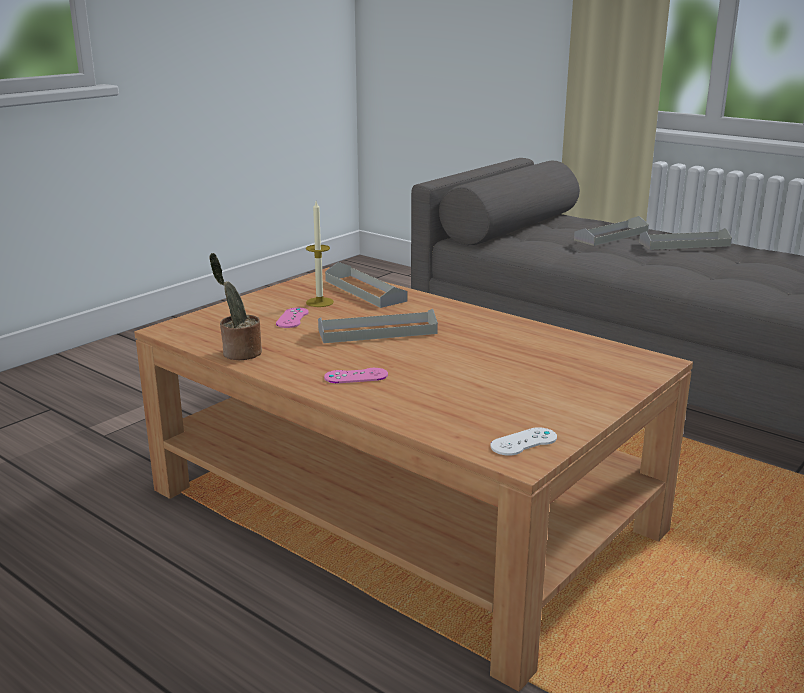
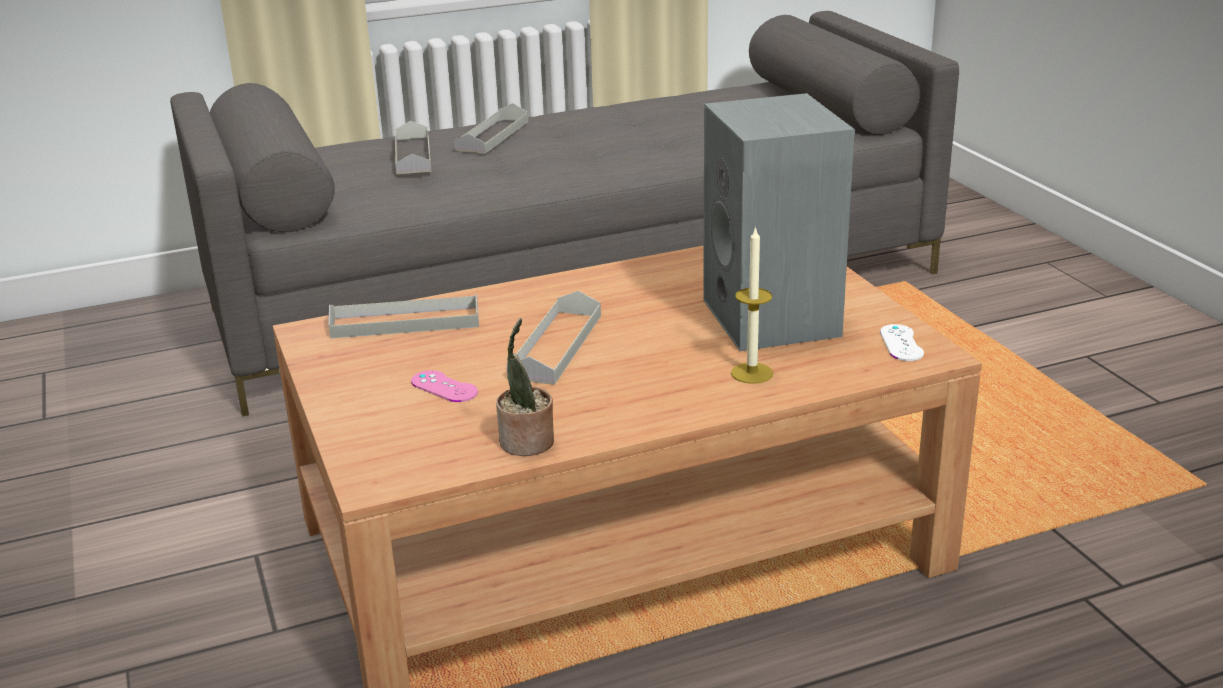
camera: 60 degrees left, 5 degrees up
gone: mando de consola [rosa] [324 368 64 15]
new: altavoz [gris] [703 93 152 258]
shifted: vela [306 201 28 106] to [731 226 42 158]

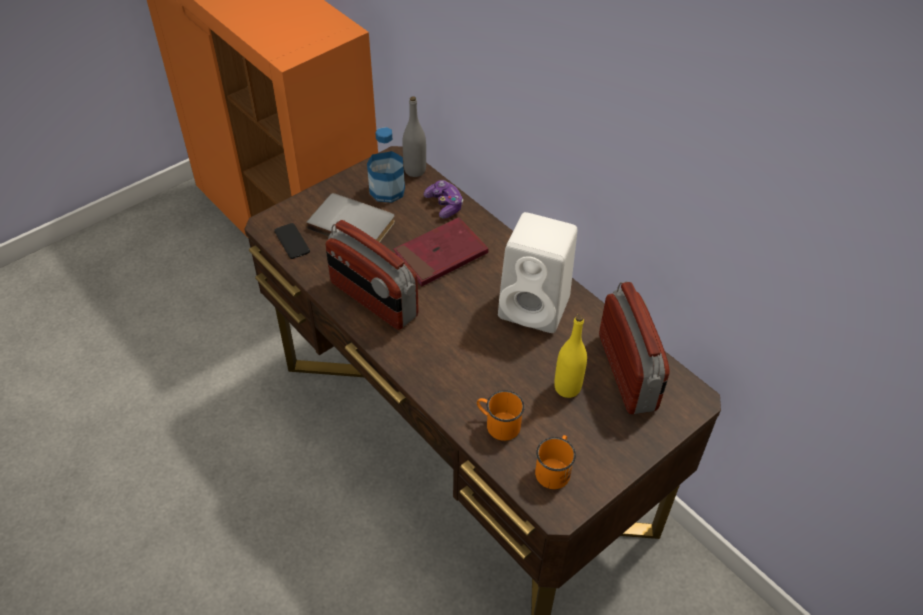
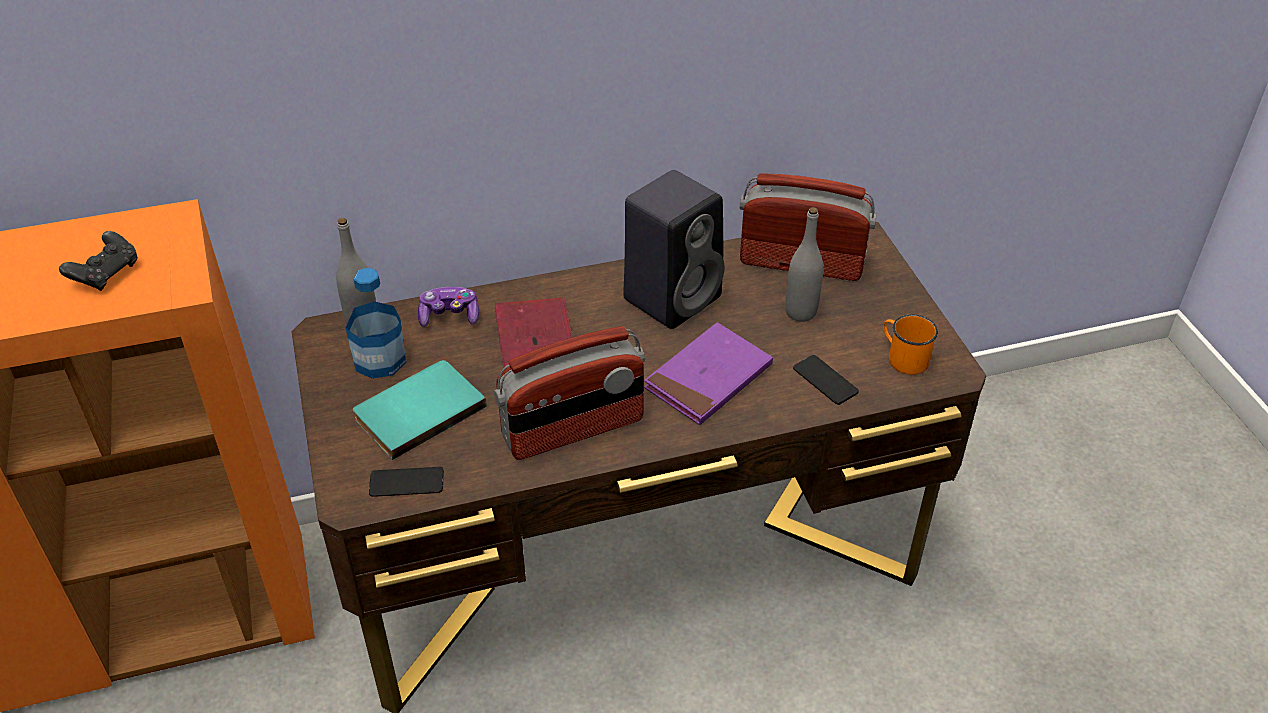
camera: 65 degrees left, 5 degrees down
new: mando de consola [negro] [59 231 78 60]; libro [morado] [644 322 129 103]
swapped: taza grande [naranja] [477 390 48 51] to móvil [793 355 66 50]
repainted: libro [gris] [306 193 89 49] to libro [turquesa] [353 360 134 100]; altavoz [blanco] [498 212 79 121] to altavoz [negro] [623 170 101 159]; botella [amarillo] [554 315 33 83] to botella [gris] [785 207 38 115]

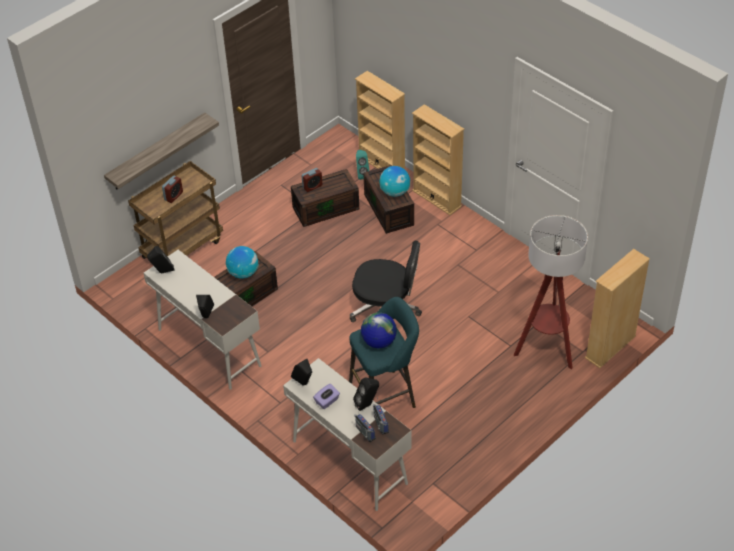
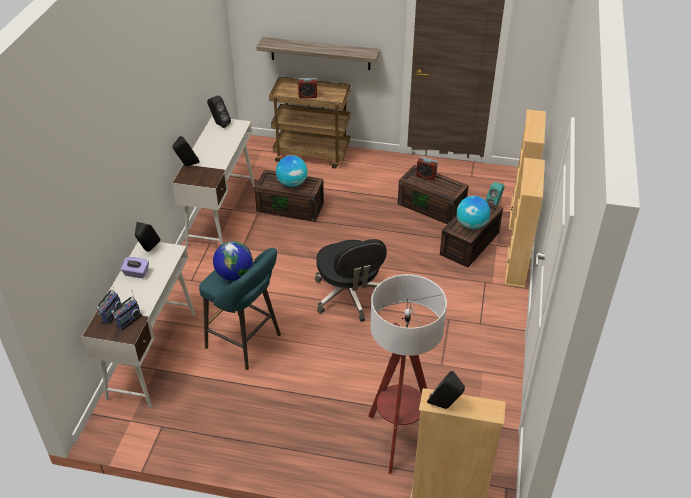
camera: 55 degrees right, 5 degrees down
shifted: altavoz [negro] [353 377 26 34] to [427 371 38 38]

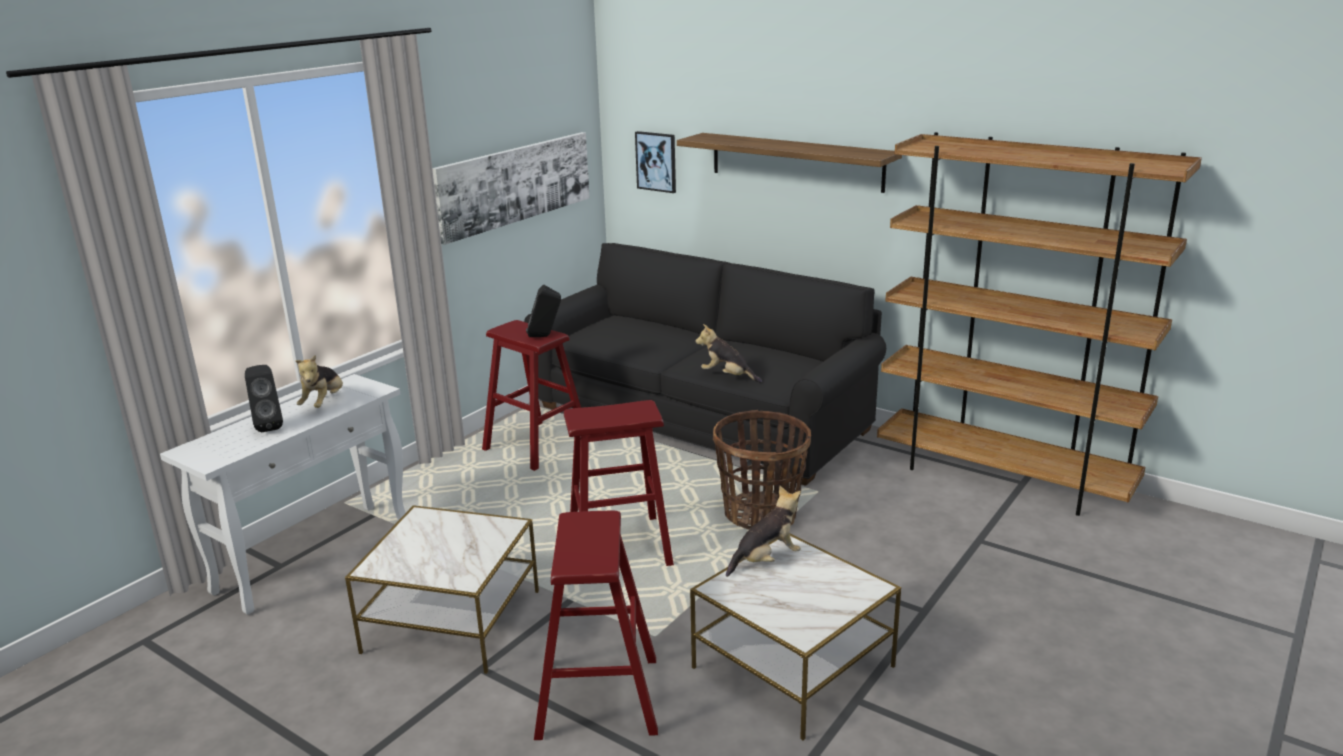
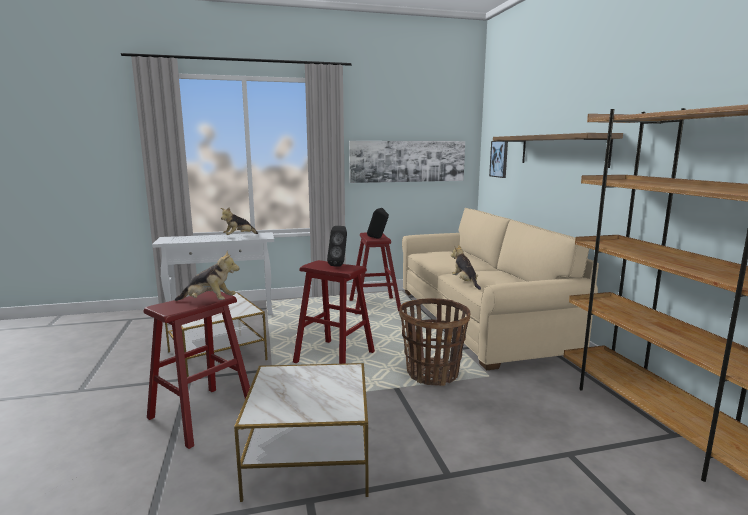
camera: 40 degrees right, 10 degrees down
shifted: altavoz [negro] [245 365 38 67] to [327 226 20 41]; peluche [726 486 75 91] to [175 251 65 50]
repainted: sofá [negro] [524 243 362 243] to sofá [beis] [402 208 197 162]

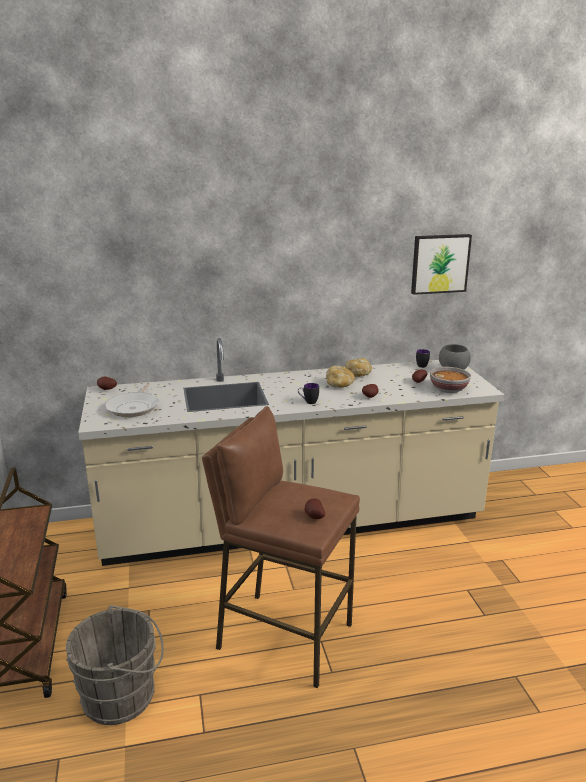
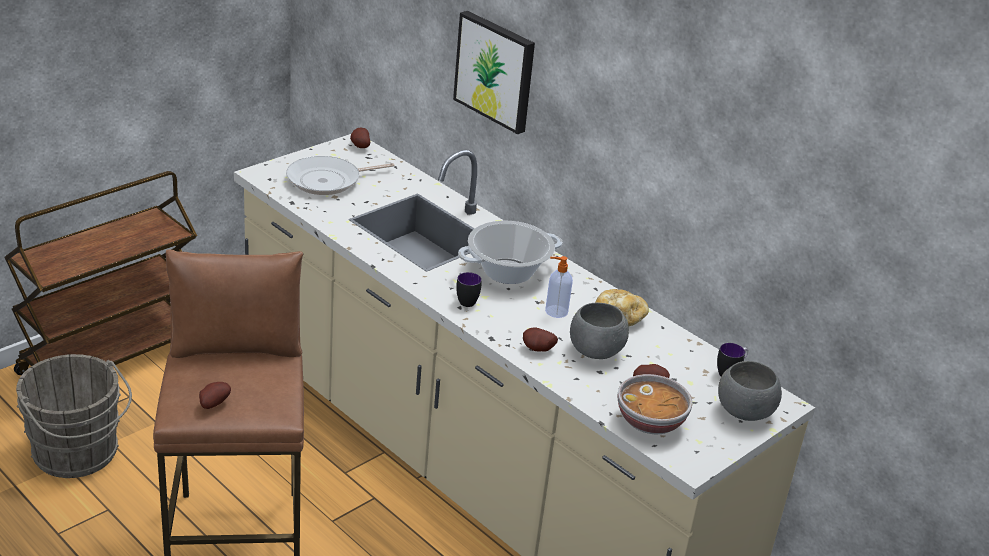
camera: 55 degrees right, 10 degrees up
new: olla [458 221 105 63]; cuenco [gris] [570 303 59 56]
shifted: cuadro [411 234 61 61] to [453 11 82 123]
swapped: pan [326 366 29 22] to dispensador de jabón [545 256 28 62]

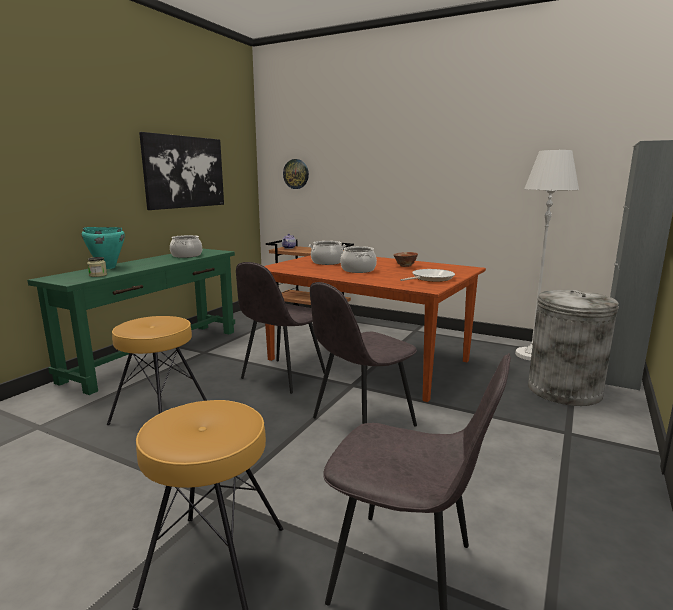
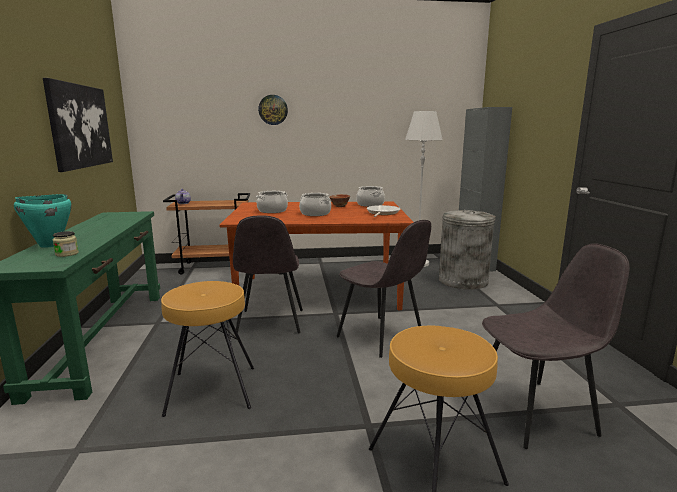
camera: 35 degrees left, 0 degrees up
shifted: olla [170 235 32 23] to [356 186 29 21]; reloj de pared [283 159 26 30] to [258 95 30 30]
rotated: silla [gris] [310 282 107 144] = [337 220 94 138] 60 degrees counterclockwise

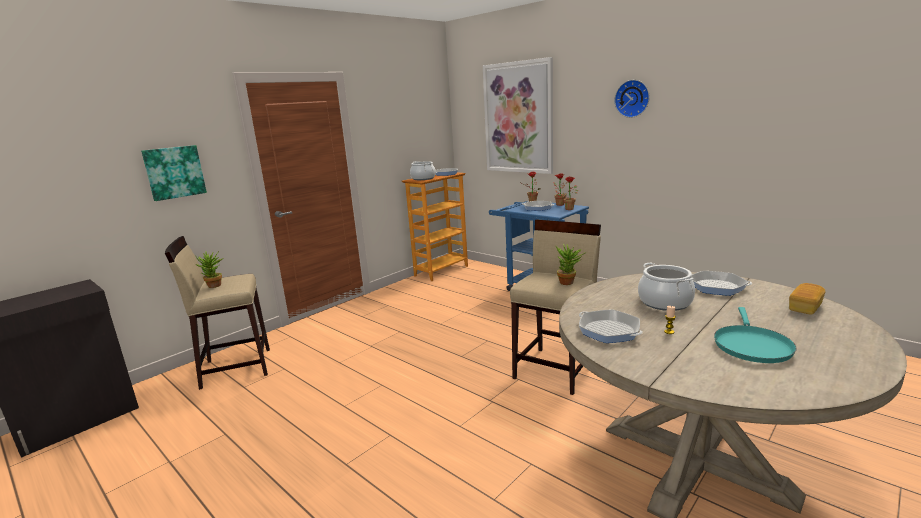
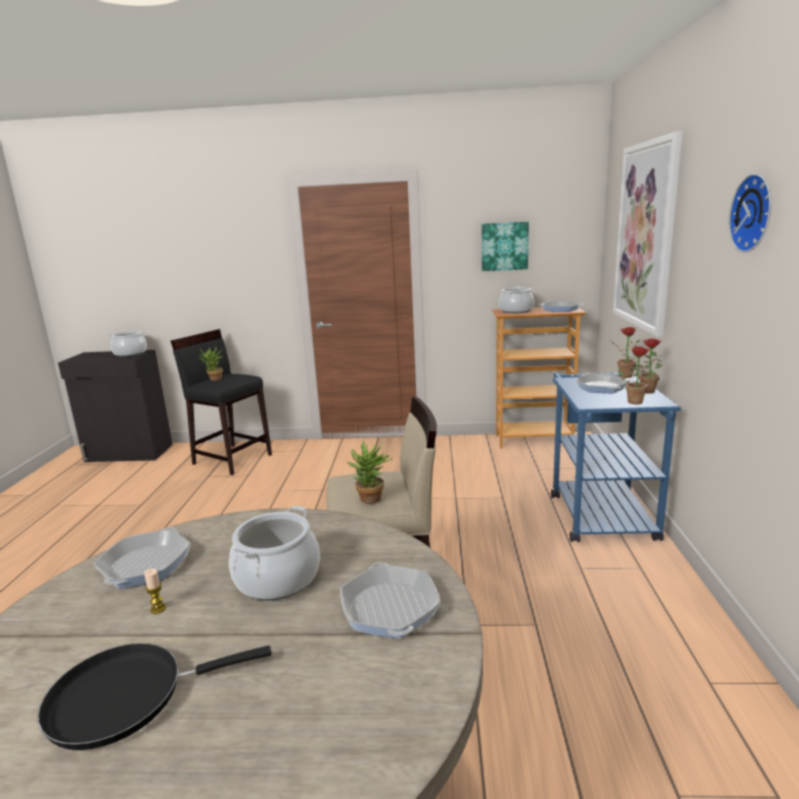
camera: 50 degrees right, 0 degrees up
gone: pan [789 283 37 32]
new: olla [107 331 40 26]
shifted: cuadro [141 145 66 56] to [482 222 47 49]
repainted: taburete [beis] [165 236 105 154] to taburete [negro] [171 329 101 146]; sartén [turquesa] [714 307 83 56] to sartén [negro] [37 643 234 107]

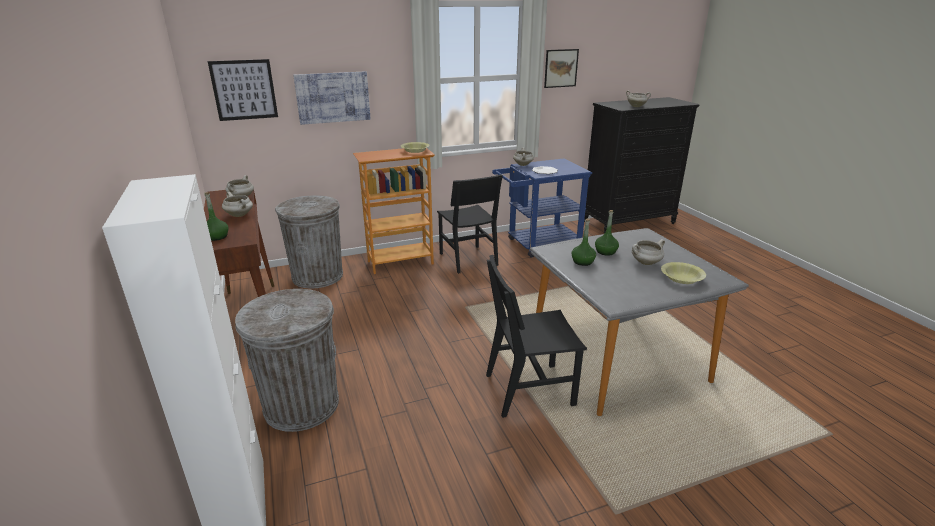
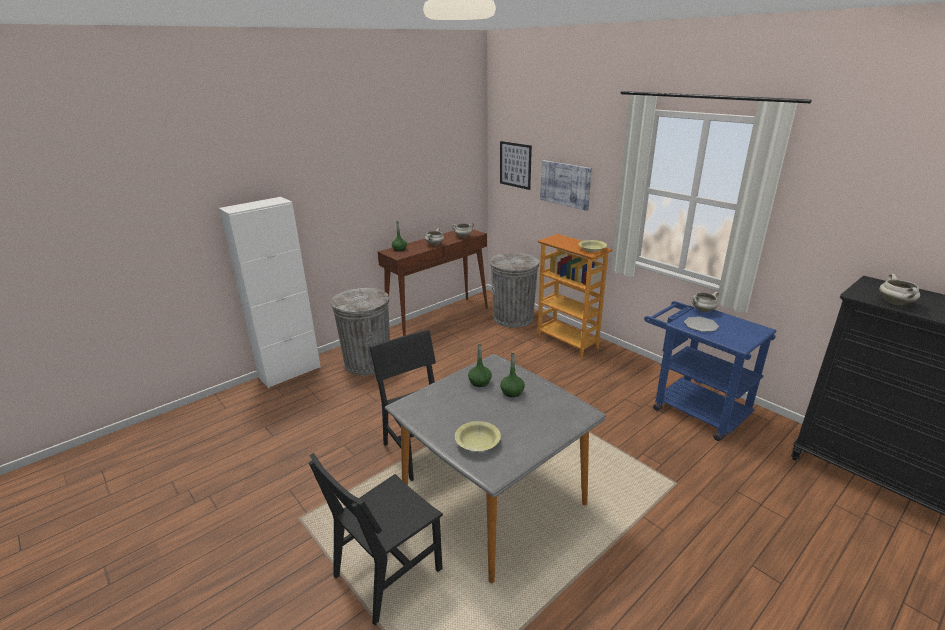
camera: 70 degrees right, 0 degrees up
gone: cuadro [544 49 35 39]; olla [blanco] [632 239 33 26]
shifted: silla [negro] [437 174 66 100] to [308 453 135 172]

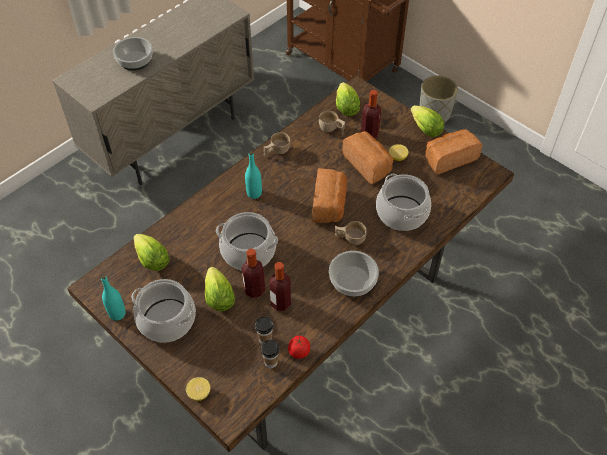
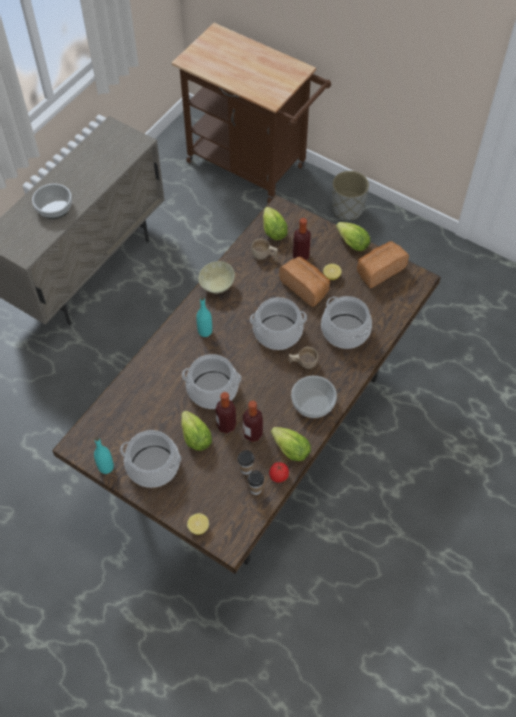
camera: 10 degrees left, 5 degrees up
shifted: lechuga [134 234 36 37] to [270 427 41 34]
swapped: taza [beis] [264 132 26 25] to cuenco [beis] [199 261 36 32]; pan [312 168 35 55] to olla [250 297 57 53]

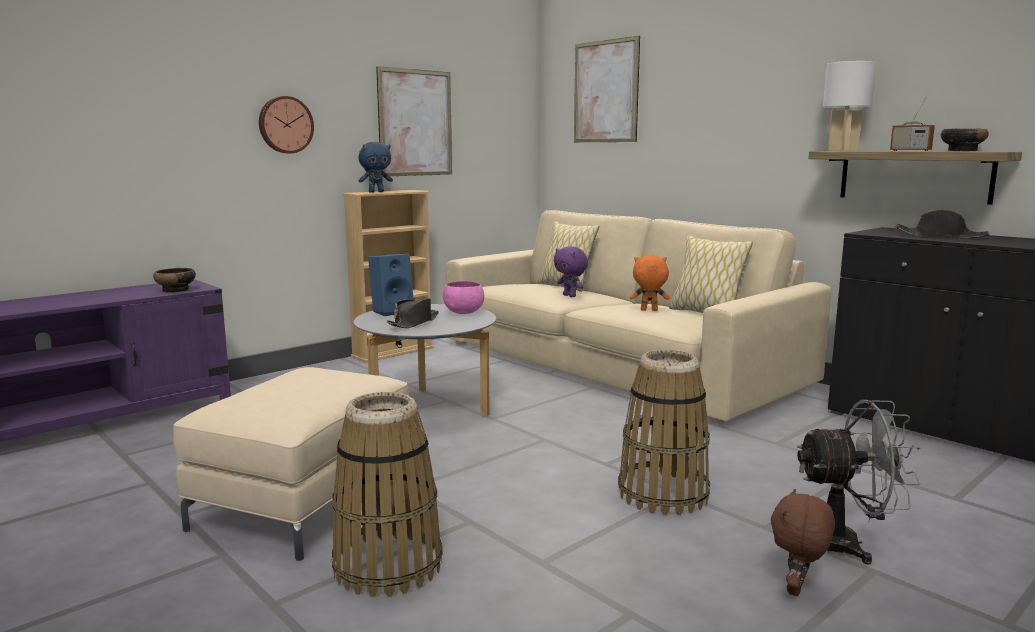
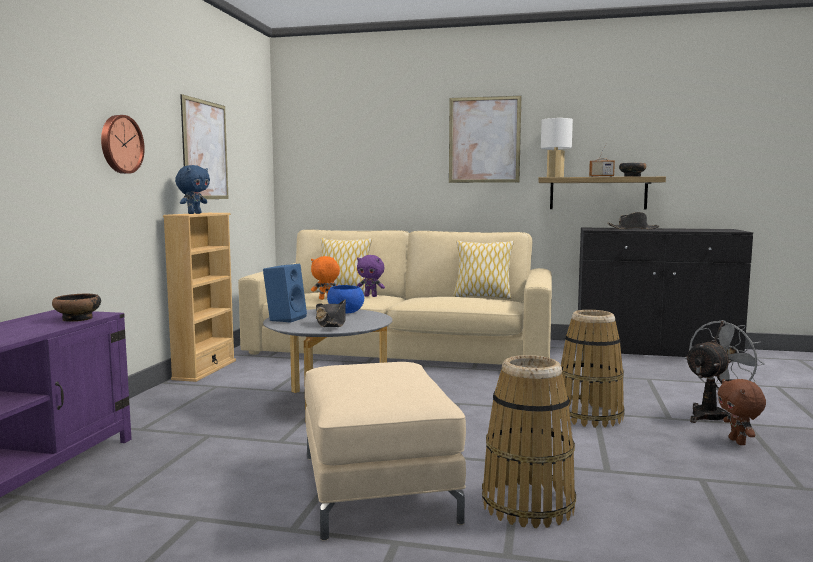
camera: 35 degrees left, 5 degrees down
shifted: cuadro [574 36 66 106] to [449 96 72 87]; peluche [naranja] [630 255 40 56] to [311 256 29 44]
repainted: cuenco [rosa] [443 281 41 33] to cuenco [azul] [327 285 37 29]

